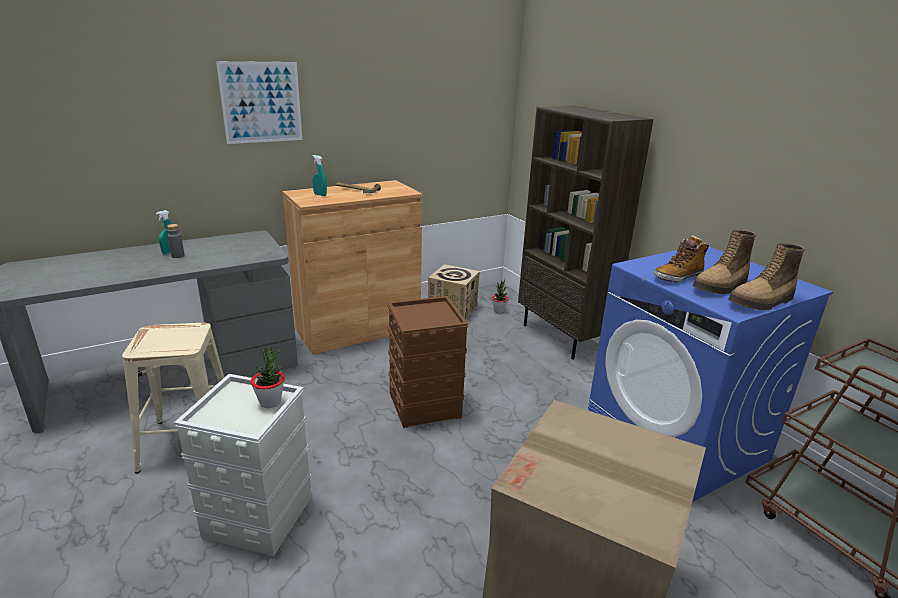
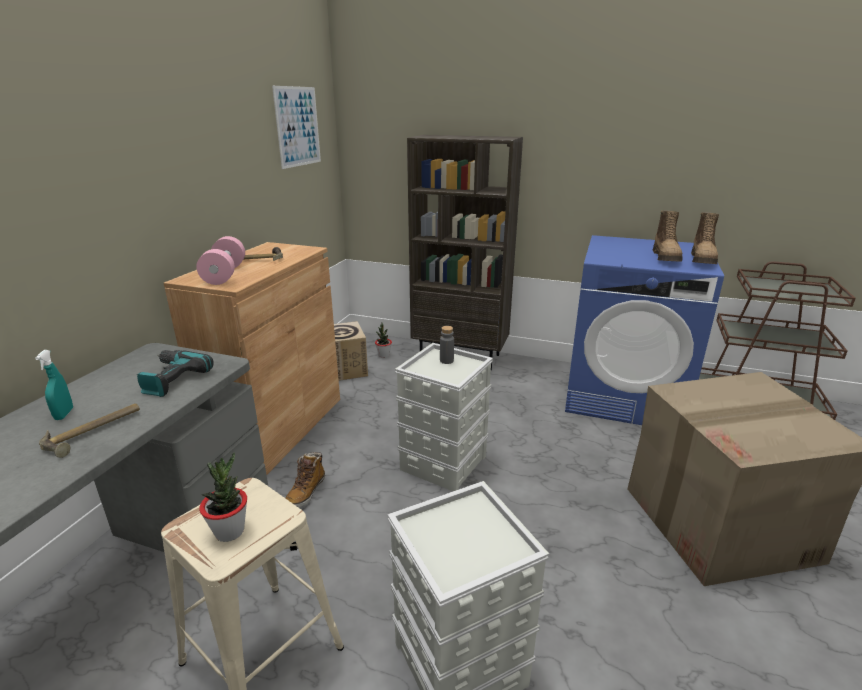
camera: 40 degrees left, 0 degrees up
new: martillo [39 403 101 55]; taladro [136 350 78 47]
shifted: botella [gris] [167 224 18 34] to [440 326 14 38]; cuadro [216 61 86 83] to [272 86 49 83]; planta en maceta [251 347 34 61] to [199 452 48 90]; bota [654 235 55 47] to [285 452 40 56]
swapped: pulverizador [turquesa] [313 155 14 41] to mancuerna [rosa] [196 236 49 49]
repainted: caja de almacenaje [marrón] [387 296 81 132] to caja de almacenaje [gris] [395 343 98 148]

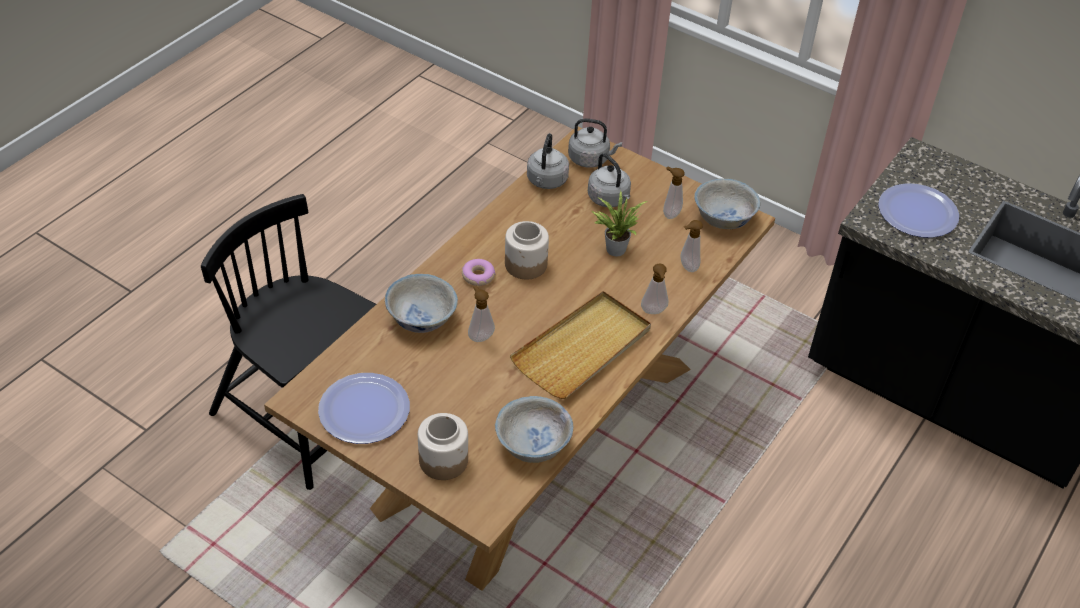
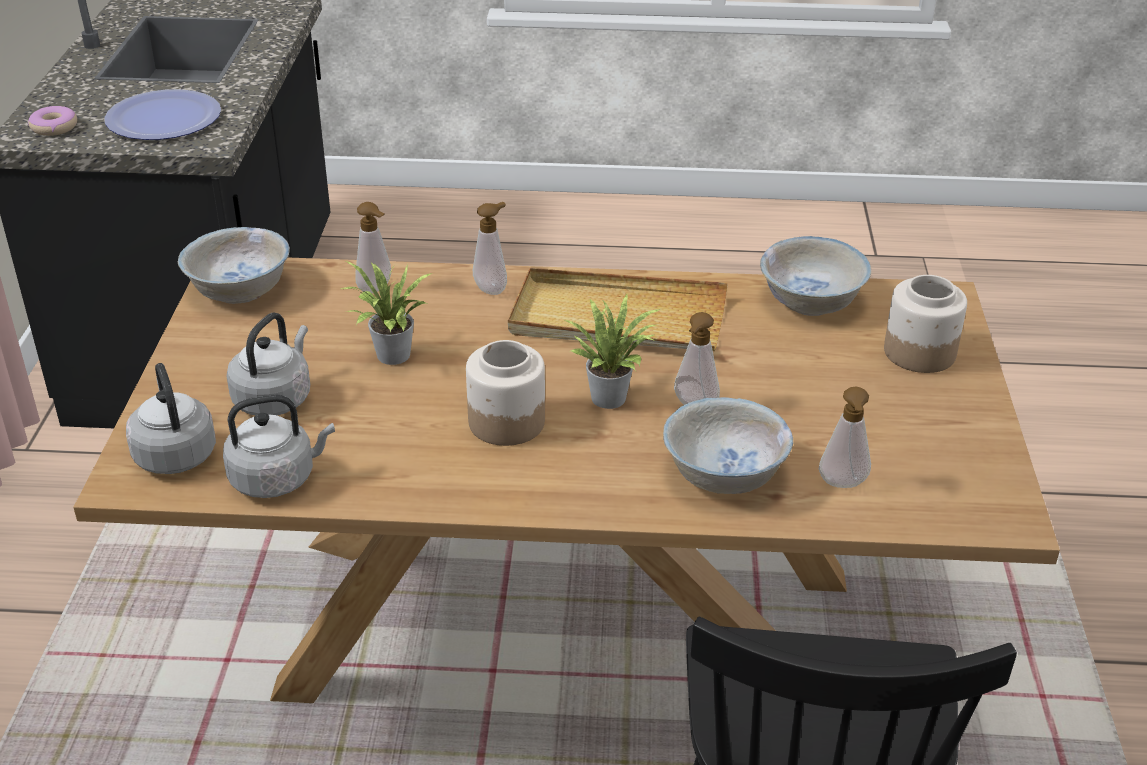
camera: 120 degrees left, 10 degrees down
gone: plato [318 373 92 71]
new: planta en maceta [564 294 97 115]
shifted: rosquilla [462 259 34 27] to [28 106 49 30]; dispensador de jabón [663 167 22 52] to [819 387 52 101]

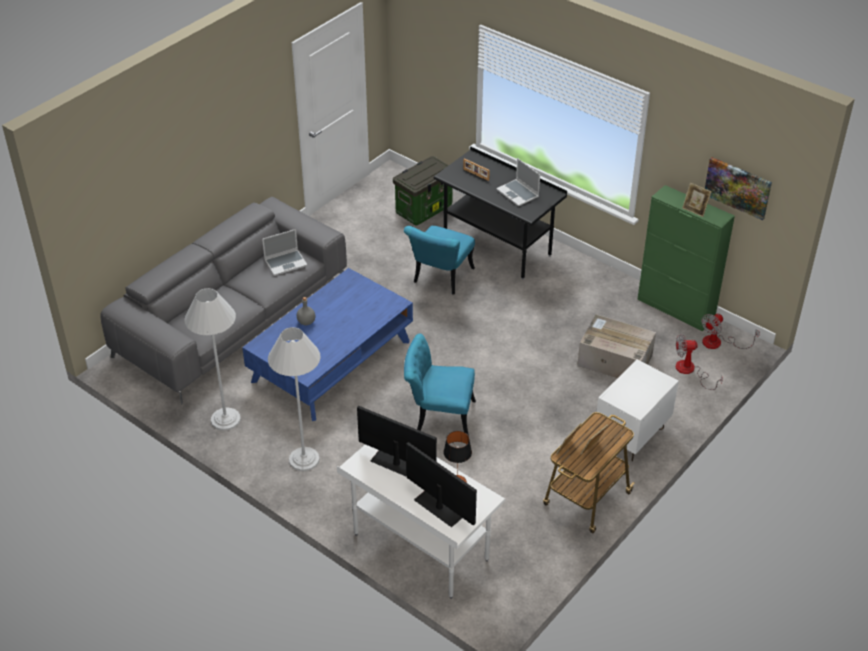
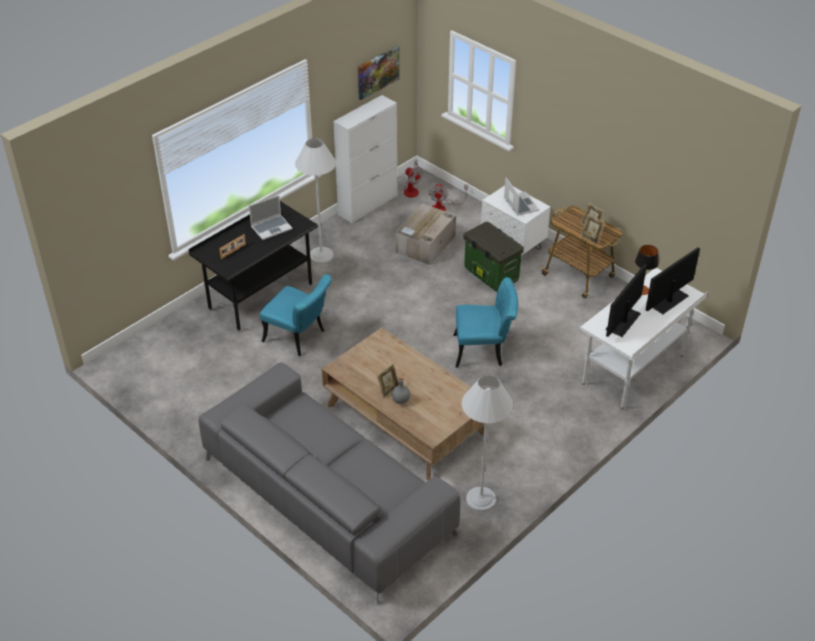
camera: 85 degrees left, 0 degrees up
shifted: portátil [262 229 46 47] to [504 177 35 39]; lámpara de pie [blanco] [268 327 53 144] to [295 138 41 125]; caja de almacenaje [393 156 60 69] to [464 222 60 69]; portarretratos [682 183 29 34] to [377 363 22 36]
repainted: mesa de centro [azul] [242 268 171 153] to mesa de centro [marrón] [322 327 163 153]; armario [verde] [638 185 97 146] to armario [blanco] [333 95 64 128]
rotated: silla [turquesa] [404 333 72 103] = [453 277 65 91] 105 degrees counterclockwise

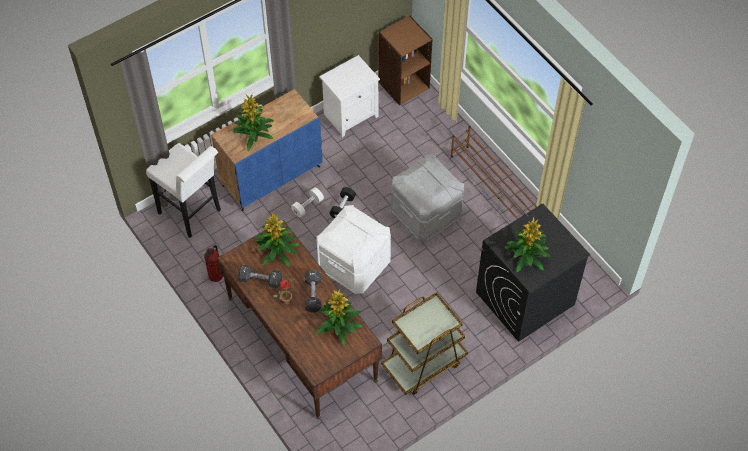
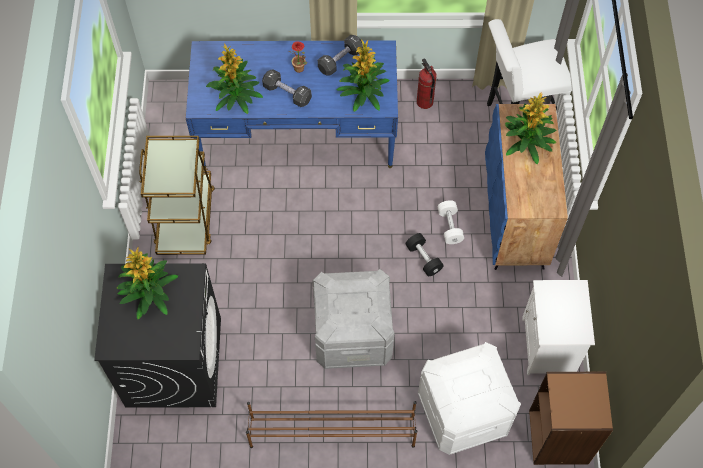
camera: 125 degrees right, 5 degrees up
shifted: caja de almacenaje [blanco] [316 205 75 89] to [418 342 103 113]
repainted: escritorio [marrón] [218 220 164 199] to escritorio [azul] [186 41 212 127]

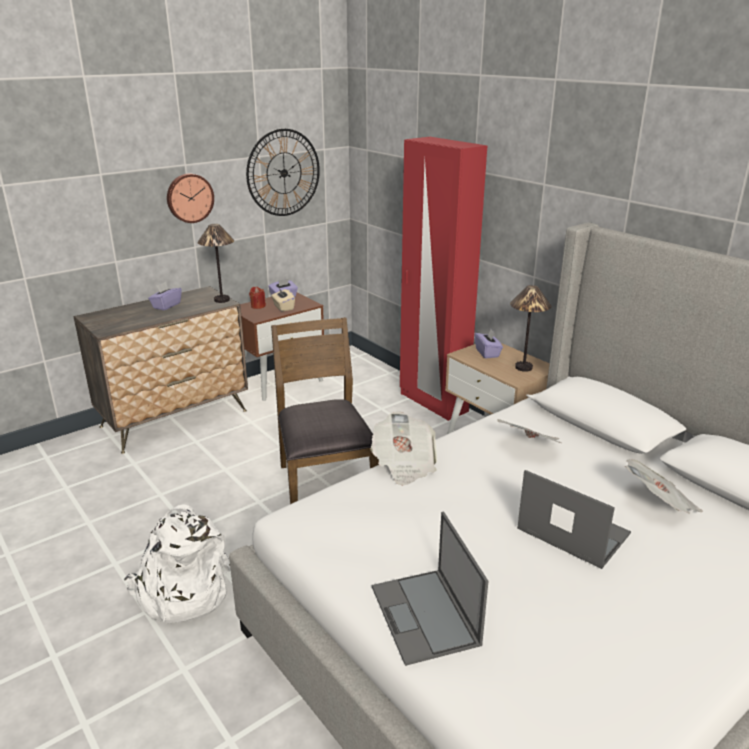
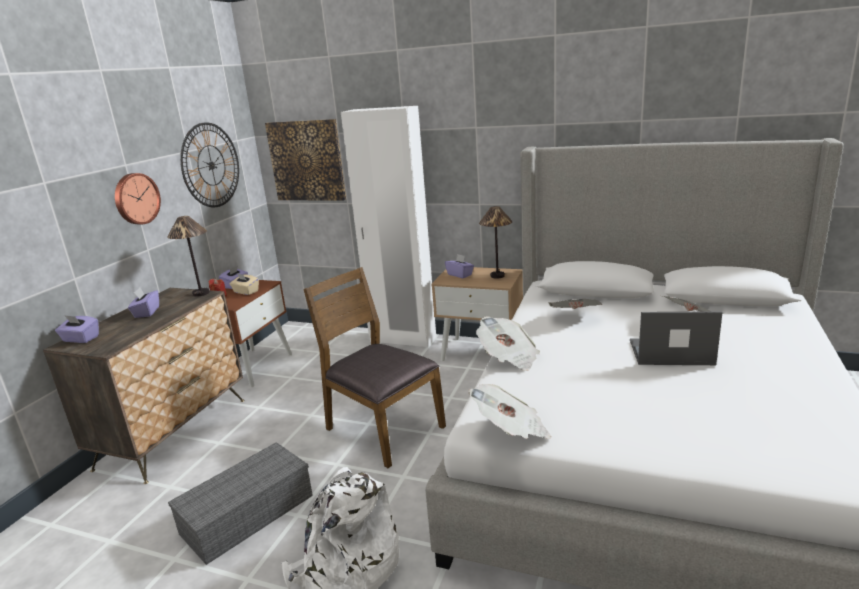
camera: 30 degrees left, 5 degrees down
gone: portátil [372 512 116 154]
new: caja de pañuelos [morado] [55 315 44 28]; caja de almacenaje [gris] [168 442 145 123]; cuadro [265 119 81 82]; periódico [468 384 84 55]
repainted: armario ropero [rojo] [400 137 87 284] to armario ropero [blanco] [341 106 95 241]

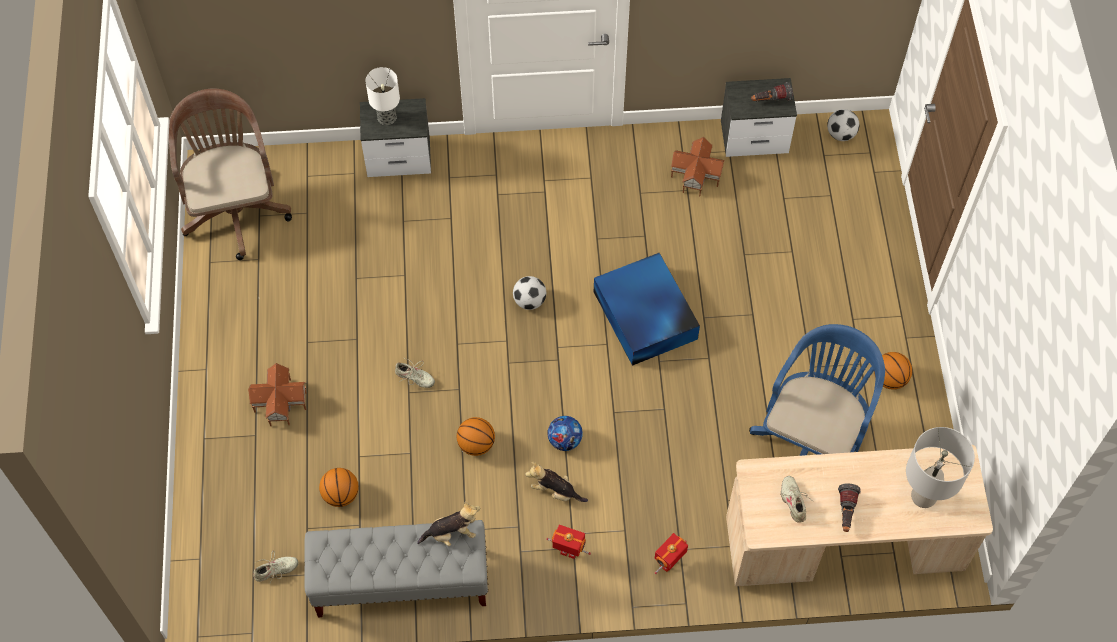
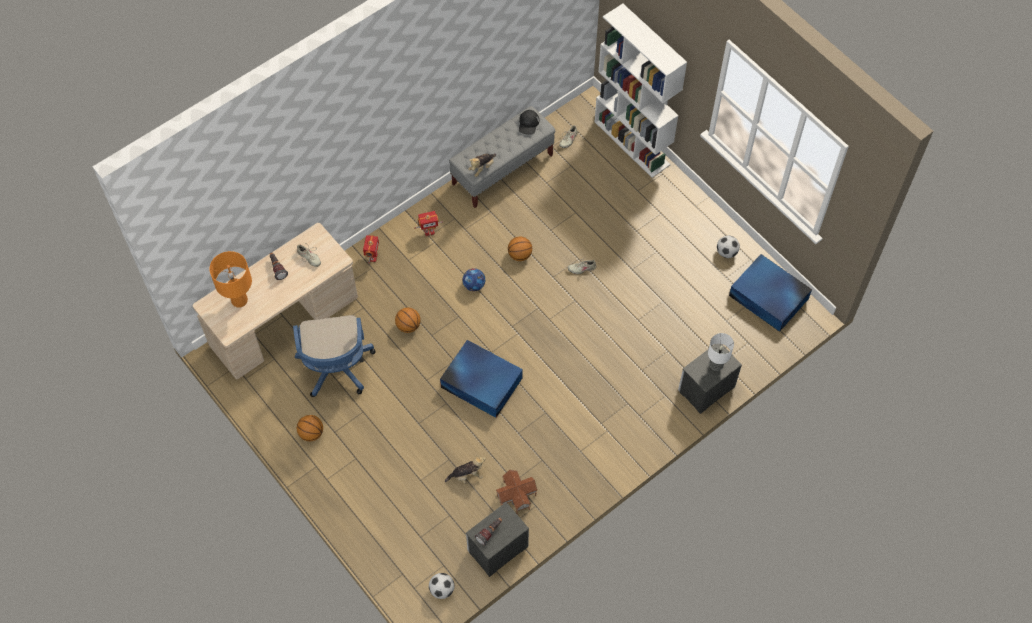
camera: 145 degrees right, 0 degrees up
gone: casita [248 363 59 63]
new: gorra [negro] [519 110 20 25]; estantería [blanco] [594 4 93 174]
shifted: balón de baloncesto [319 468 40 39] to [395 307 26 26]; balón de fútbol [513 276 33 34] to [717 235 23 23]; peluche [525 462 63 40] to [445 454 41 30]
swapped: silla de oficina [marrón] [169 89 123 171] to caja de almacenaje [azul] [729 254 83 78]
repainted: lámpara de mesa [gris] [906 427 69 81] to lámpara de mesa [naranja] [209 251 43 57]

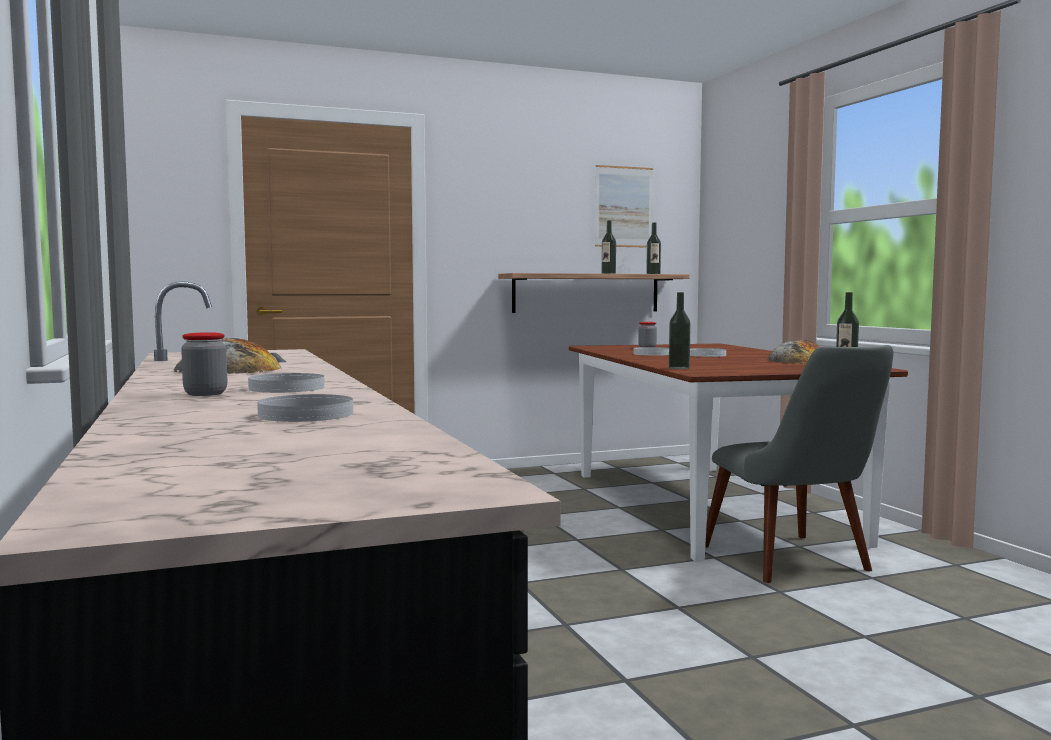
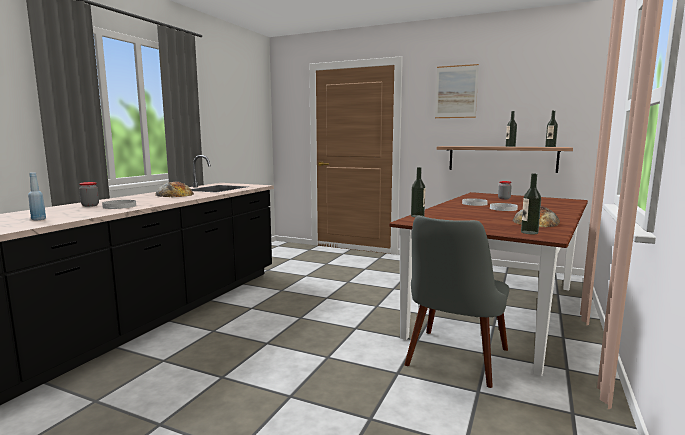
camera: 45 degrees right, 5 degrees up
shifted: cuadro [595 165 58 83] to [435 64 44 54]
swapped: plato [blanco] [257 394 96 28] to botella [azul] [28 173 18 47]

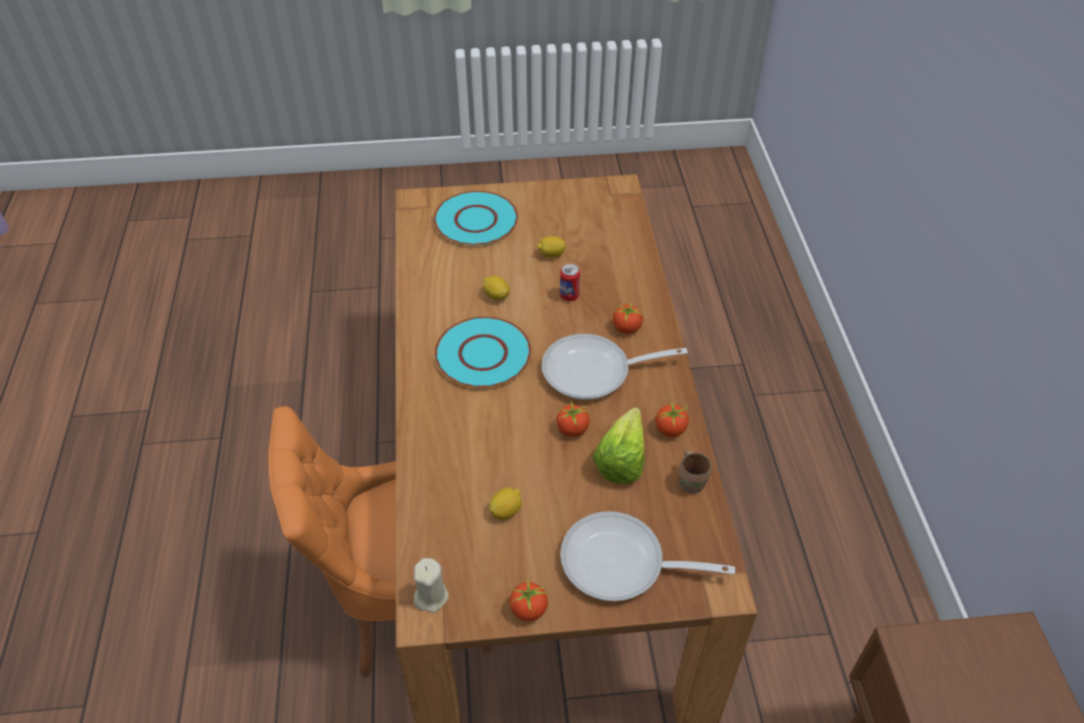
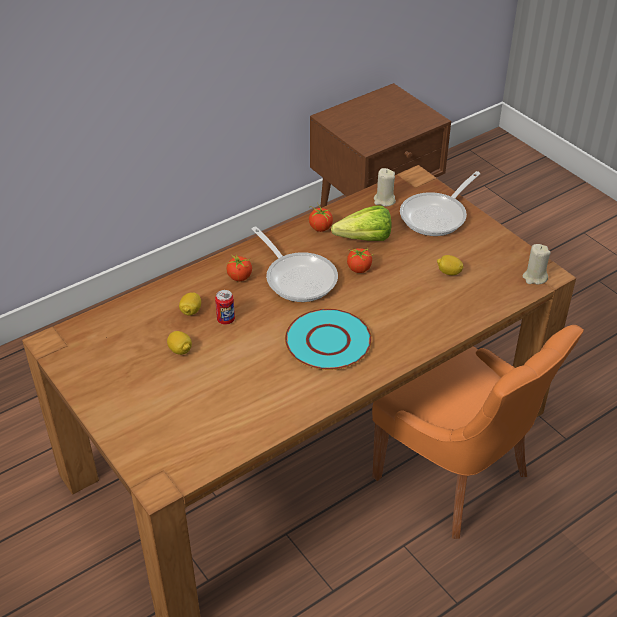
camera: 120 degrees left, 5 degrees down
gone: plato [turquesa] [433 191 85 55]; tomate [507 578 41 43]; taza grande [marrón] [679 450 33 44]
new: vela [beis] [374 168 22 38]
shifted: limón [483 276 27 25] to [179 292 22 24]
rotated: sartén [560 511 175 90] = [400 171 81 65] 60 degrees clockwise

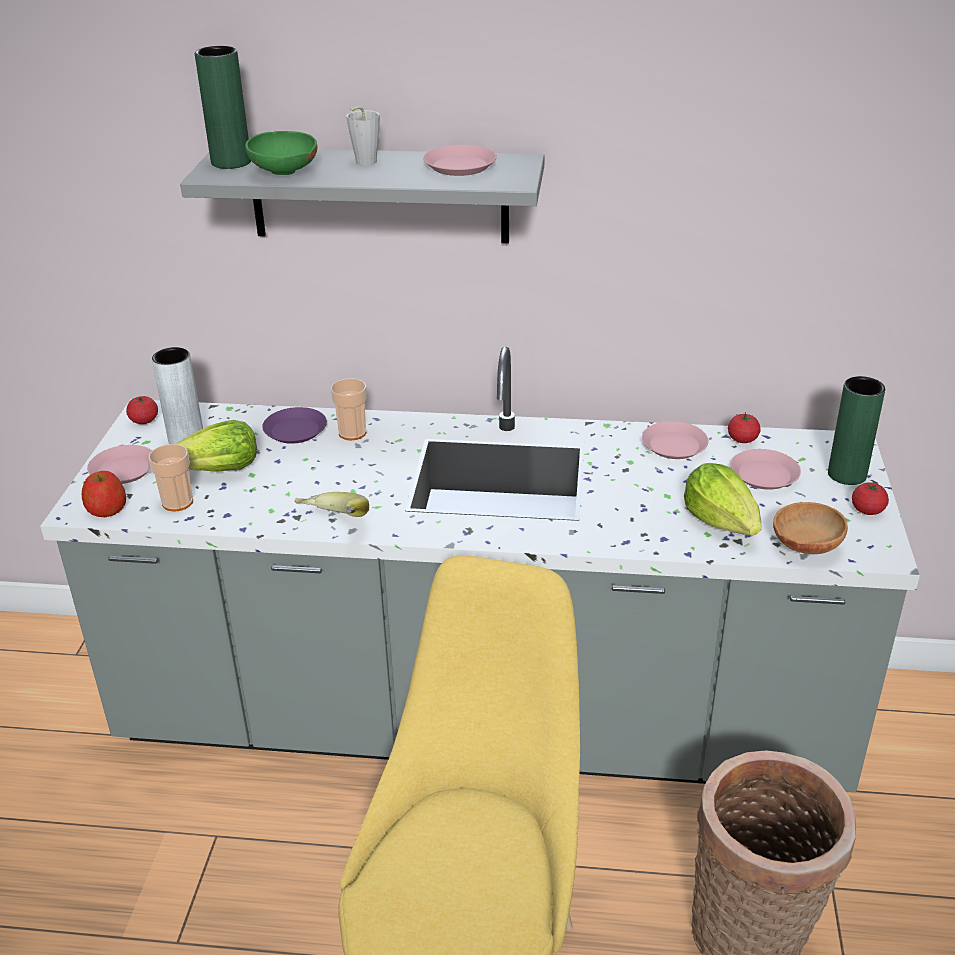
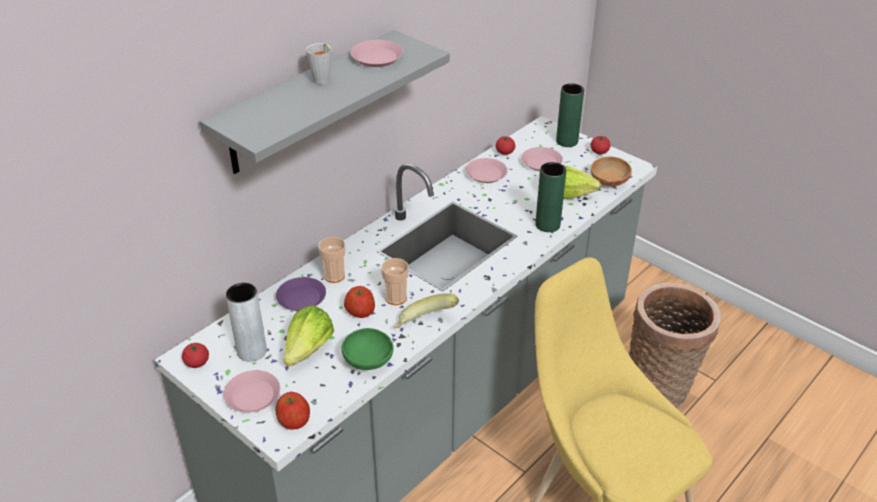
camera: 55 degrees left, 5 degrees up
new: manzana [344 286 31 32]
shifted: taza [148 444 45 68] to [381 258 28 47]; florero [verde] [195 46 56 123] to [536 162 30 70]; cuenco [verde] [245 131 72 44] to [342 328 52 42]

